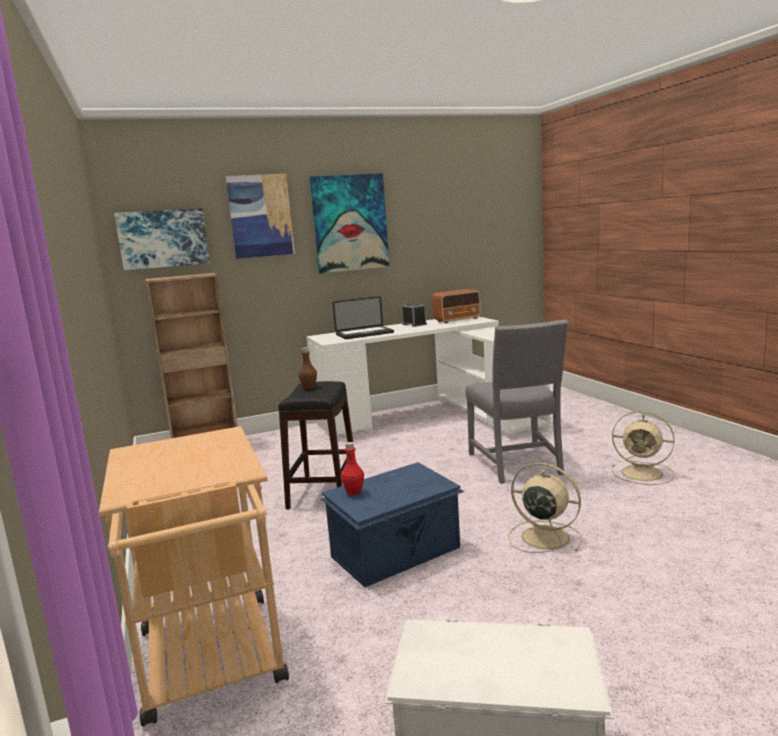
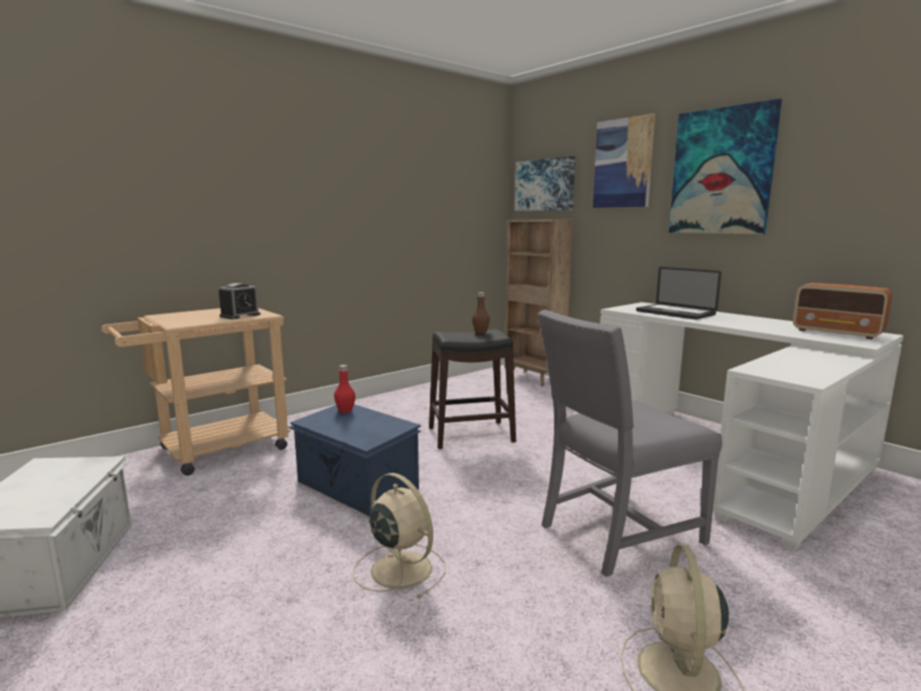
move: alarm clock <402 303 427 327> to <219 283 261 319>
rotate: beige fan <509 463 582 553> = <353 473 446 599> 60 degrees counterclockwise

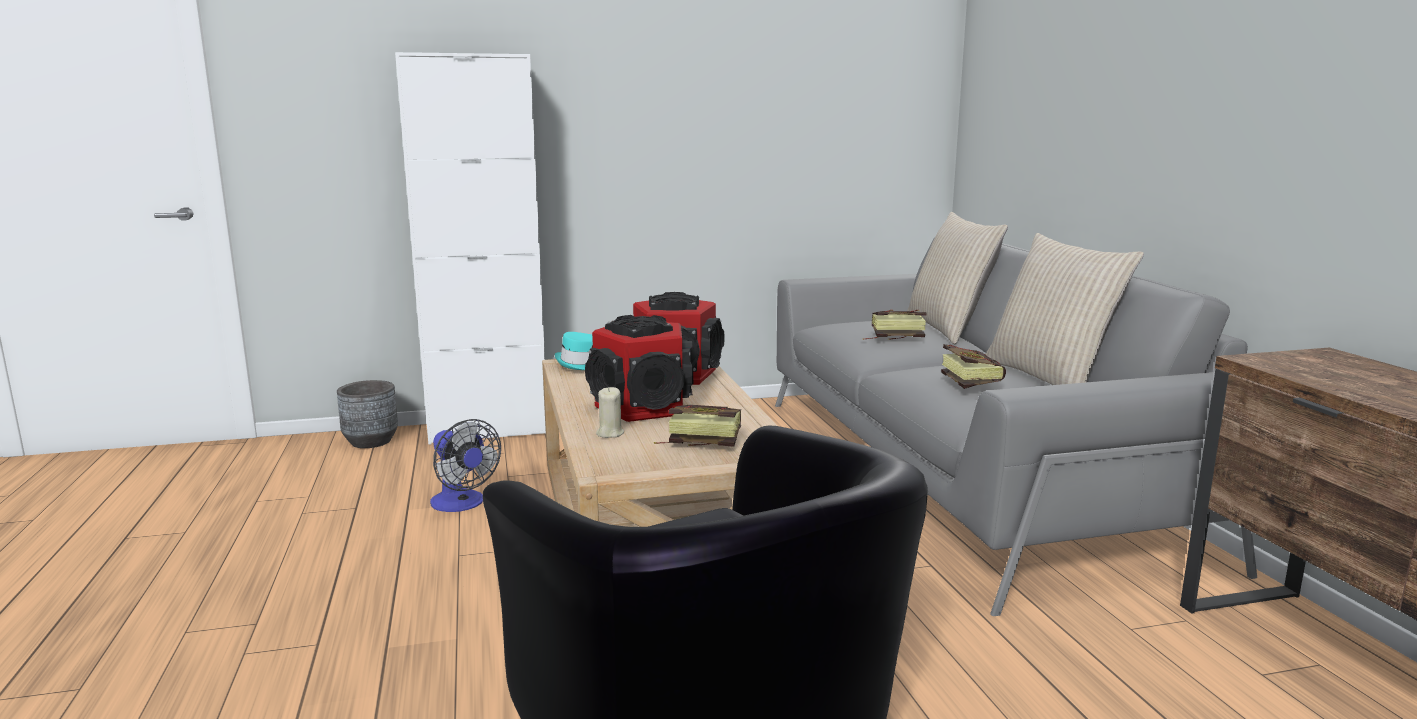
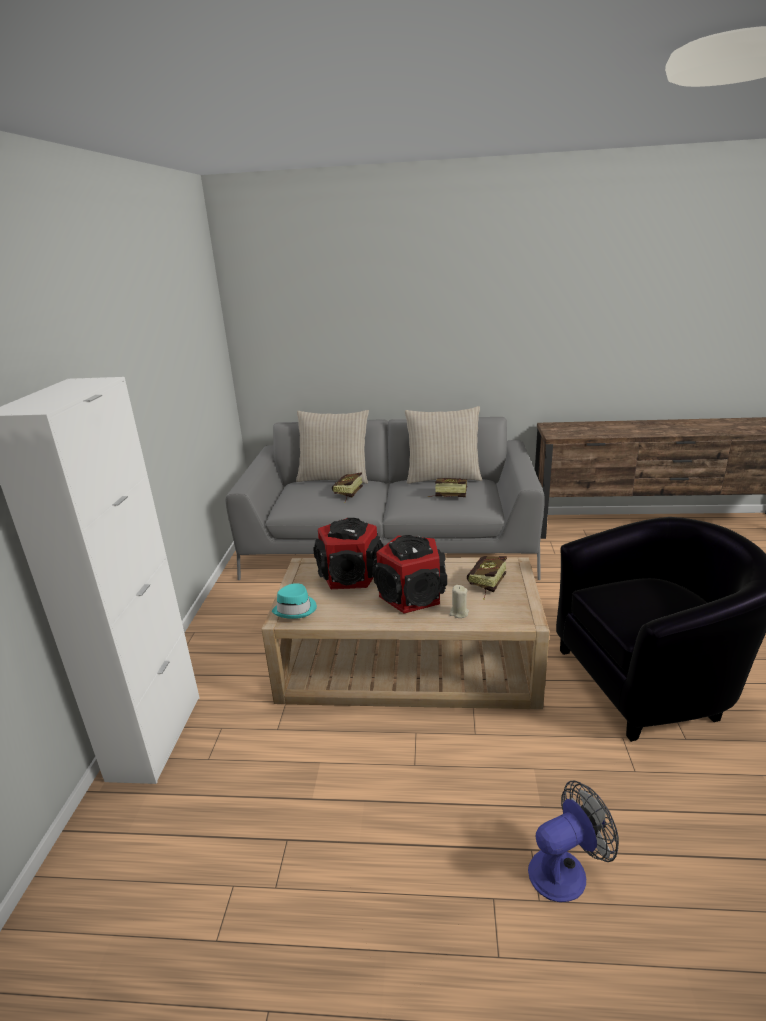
delete: grey planter <337 380 398 448>
move: fan <430 419 501 512> to <528 780 619 902>

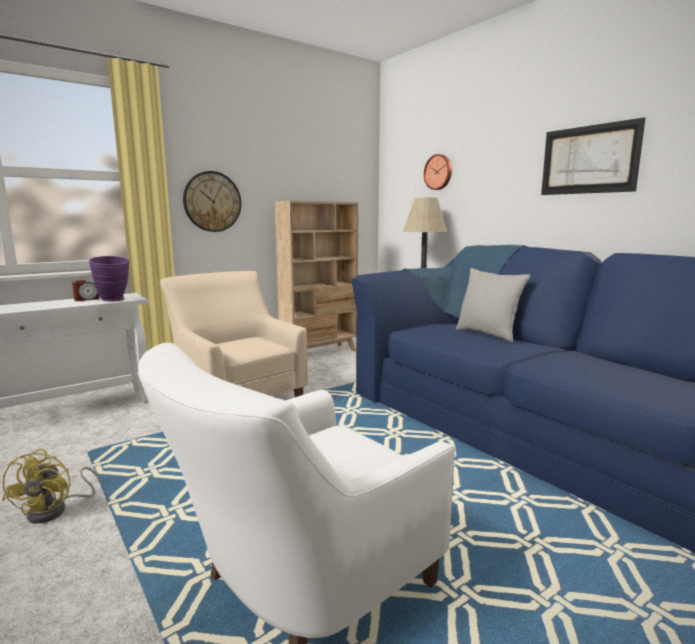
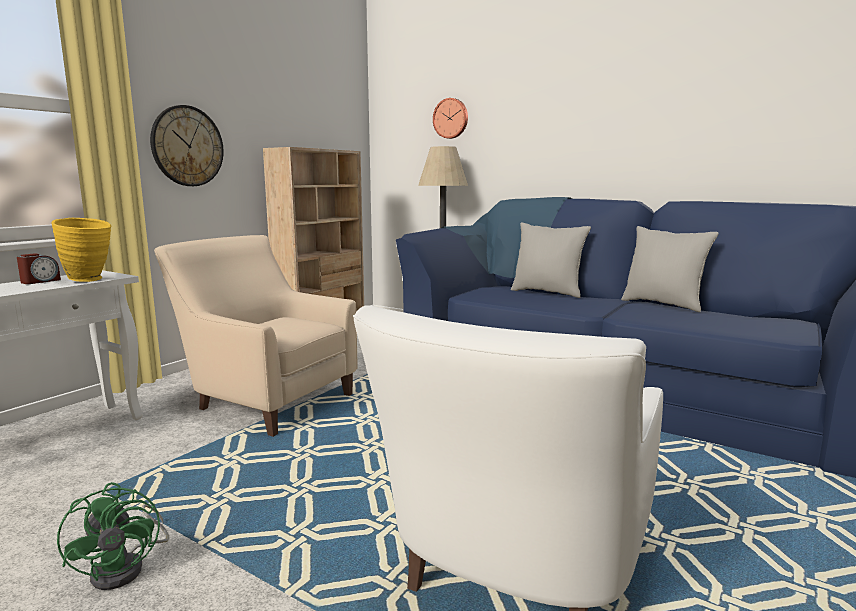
delete: picture <541 117 645 195>
insert: grey pillow <621 226 719 312>
recolor: purple vase <89 256 129 302> to yellow vase <51 218 111 282>; yellow fan <2 449 100 523> to green fan <57 482 169 590>

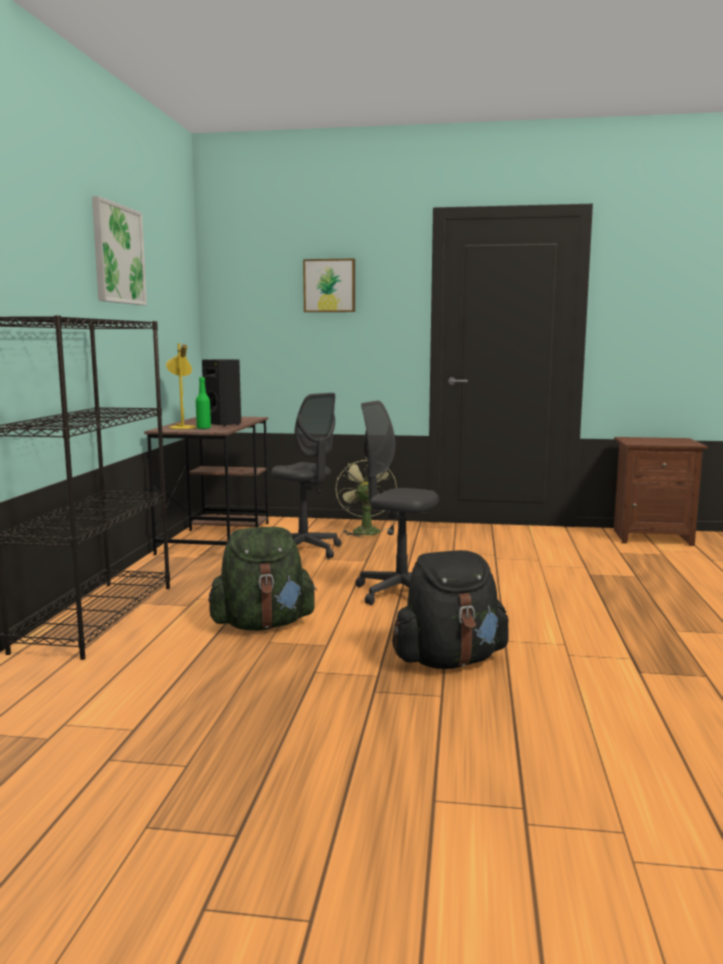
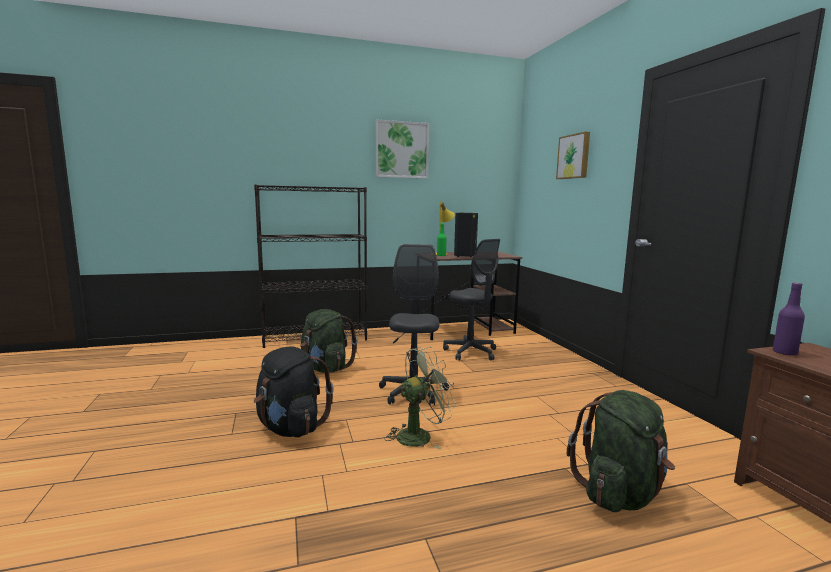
insert: green backpack <567 390 675 512>; purple bottle <773 283 805 356>
move: green fan <336 457 397 538> to <384 347 457 449>
rotate: grey office chair <272 393 341 559> = <443 239 500 361> 60 degrees counterclockwise

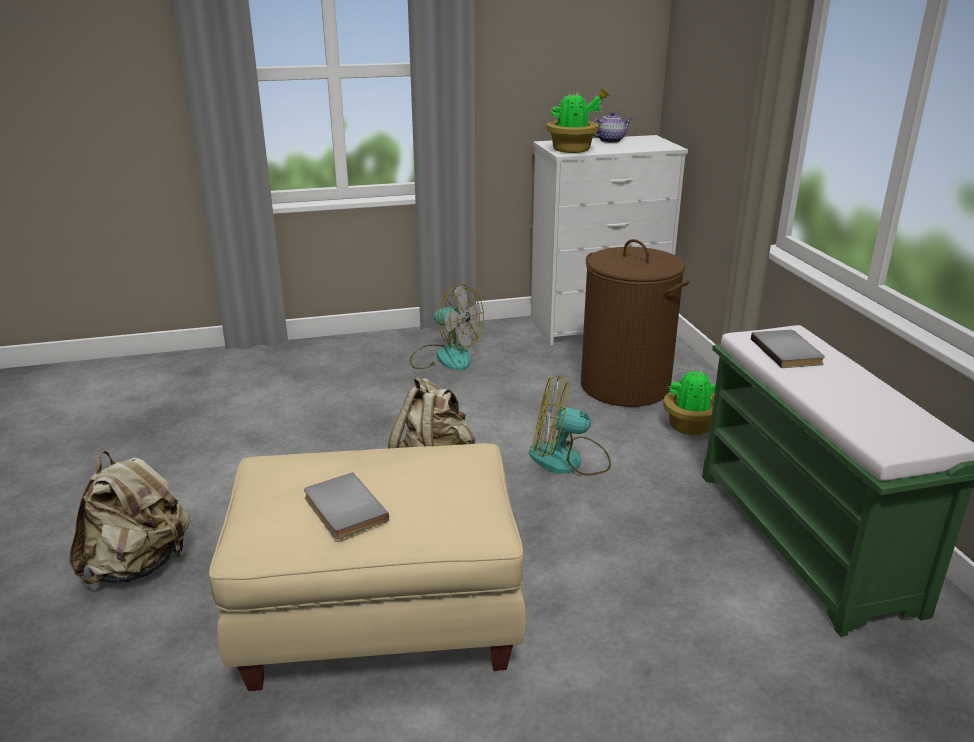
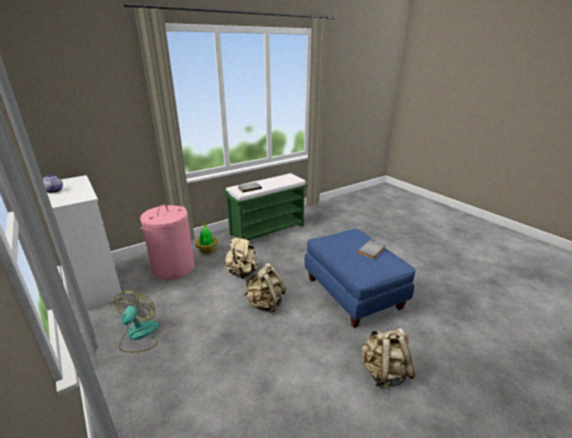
delete: potted plant <546 89 610 153>
replace: fan <529 375 611 476> to beige backpack <225 234 258 278>
recolor: brown laundry basket <581 239 689 407> to pink laundry basket <140 205 194 280>; beige ottoman <209 443 526 691> to blue ottoman <304 229 416 328>

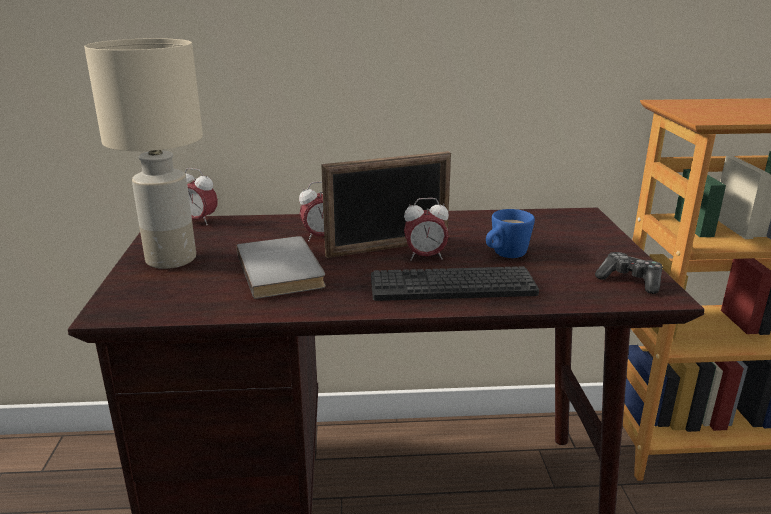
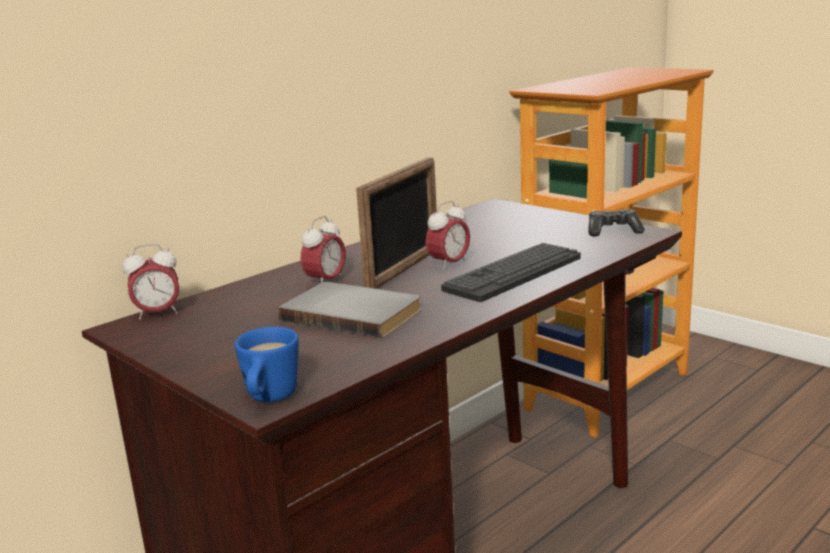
delete: beige table lamp <84 38 203 269>
move: blue mug <486 209 535 258> to <234 327 299 402>

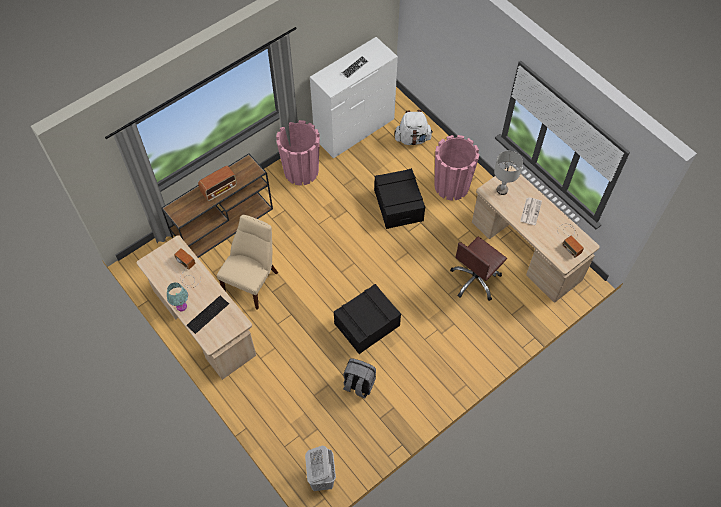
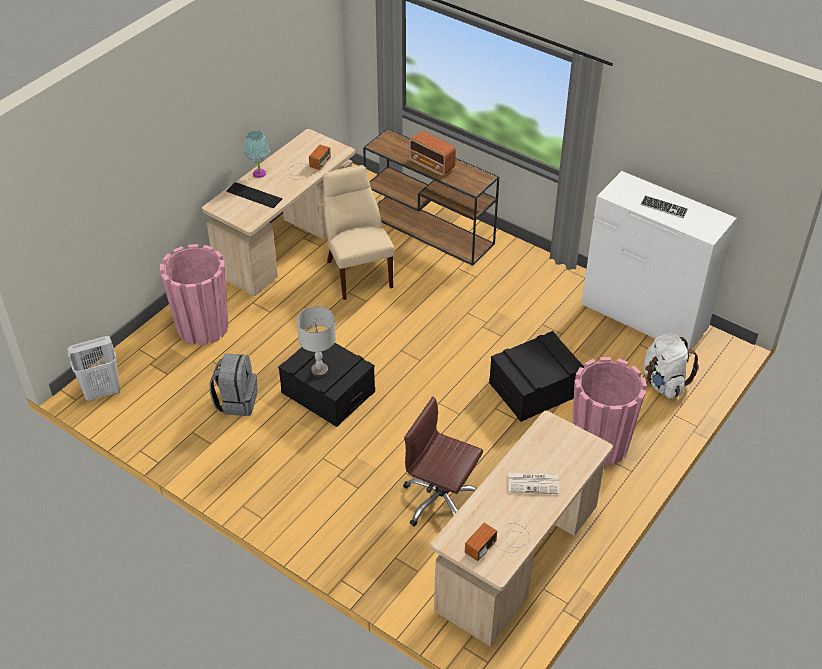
move: pink planter <276 120 320 186> to <160 244 228 345>; grey table lamp <494 151 523 195> to <297 306 336 377>
rotate: beige chair <217 215 278 310> = <323 165 395 300> 120 degrees counterclockwise

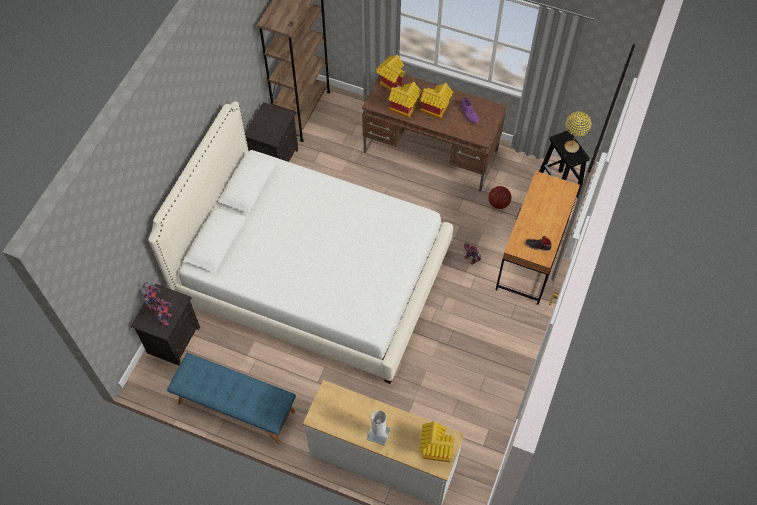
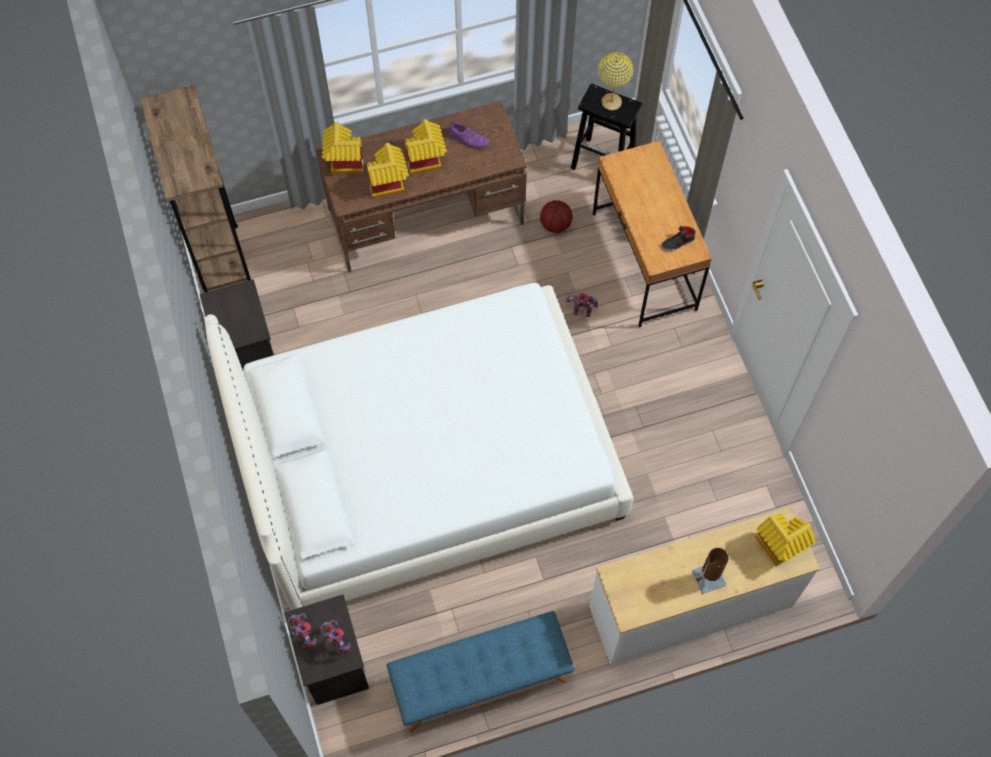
recolor: white table lamp <367 410 391 446> to brown table lamp <692 548 729 594>

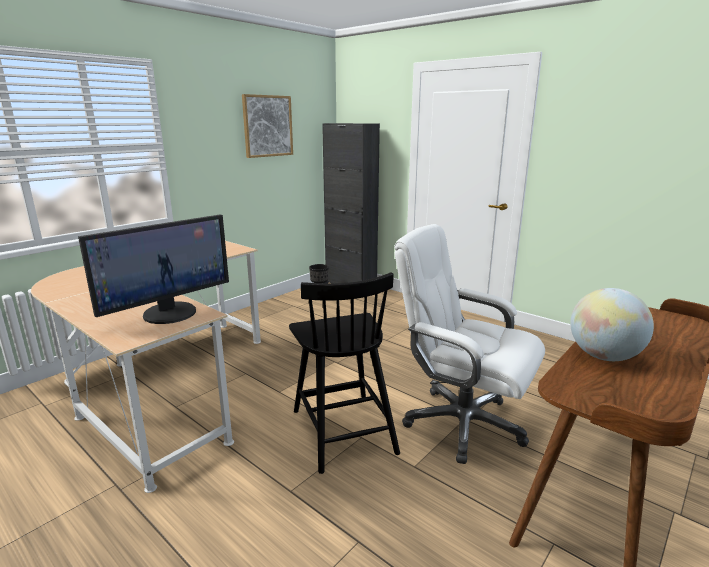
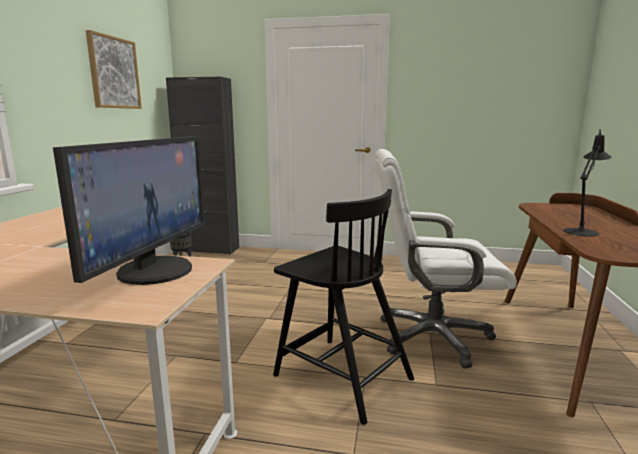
replace: globe <570 288 654 361> to black table lamp <563 129 612 237>

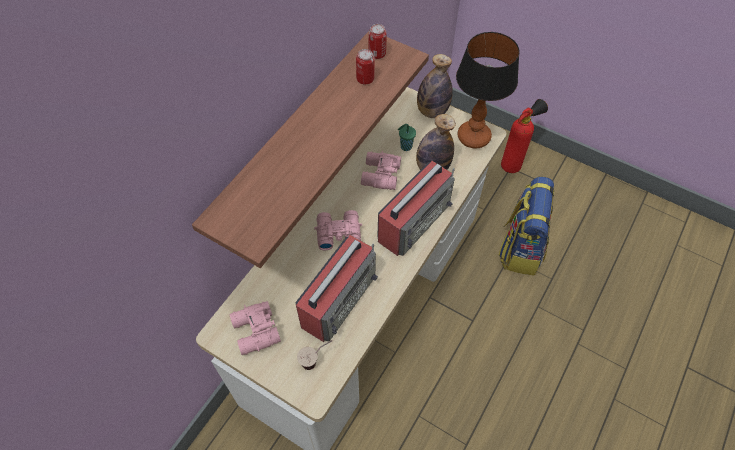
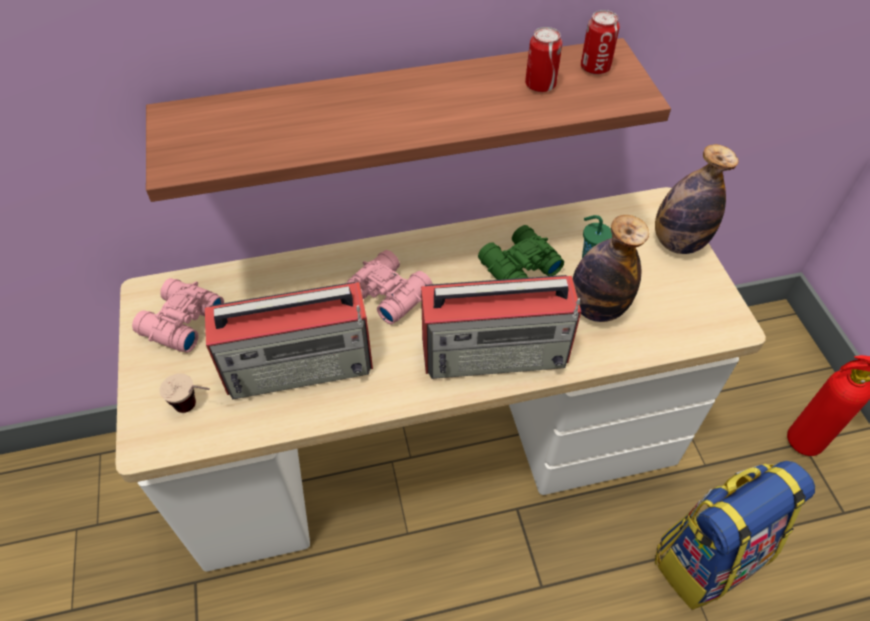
delete: table lamp <456 32 520 148>
recolor: pink binoculars <361 151 401 190> to green binoculars <478 225 564 280>

